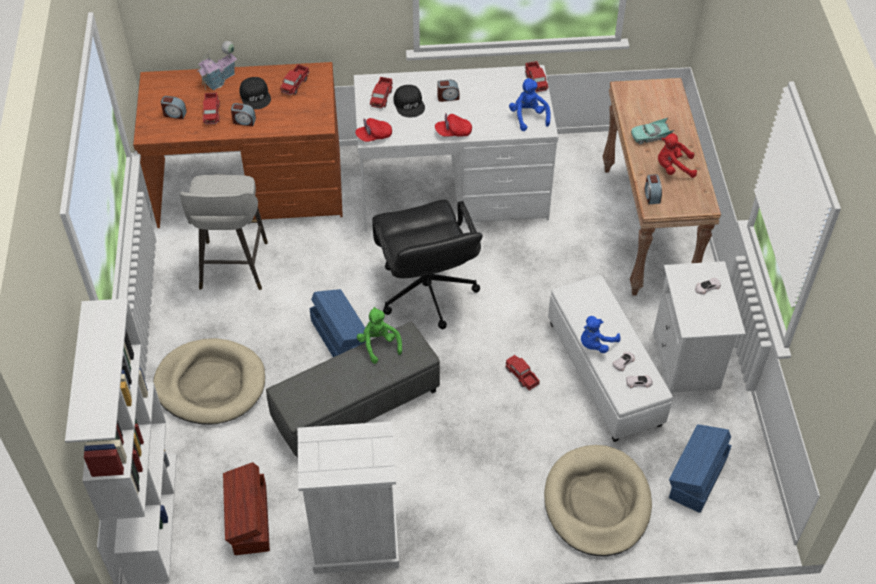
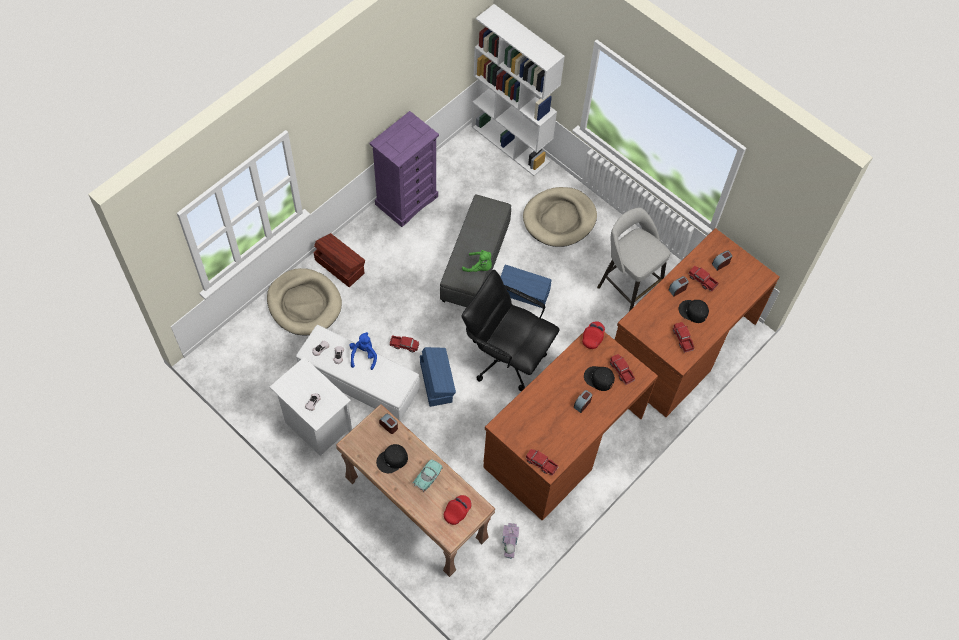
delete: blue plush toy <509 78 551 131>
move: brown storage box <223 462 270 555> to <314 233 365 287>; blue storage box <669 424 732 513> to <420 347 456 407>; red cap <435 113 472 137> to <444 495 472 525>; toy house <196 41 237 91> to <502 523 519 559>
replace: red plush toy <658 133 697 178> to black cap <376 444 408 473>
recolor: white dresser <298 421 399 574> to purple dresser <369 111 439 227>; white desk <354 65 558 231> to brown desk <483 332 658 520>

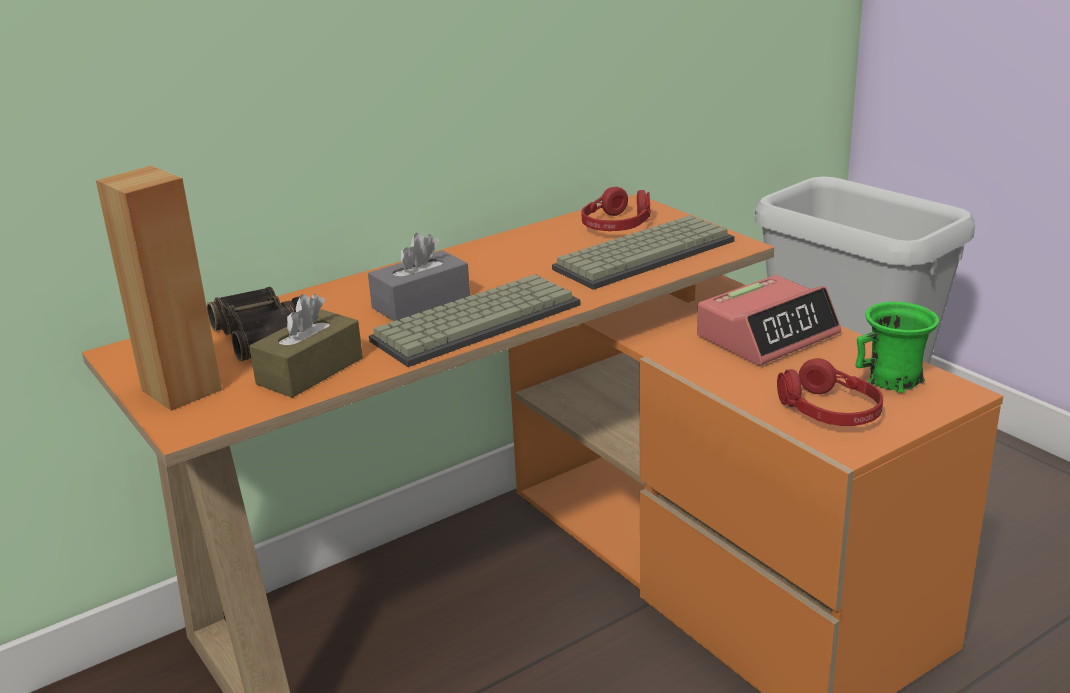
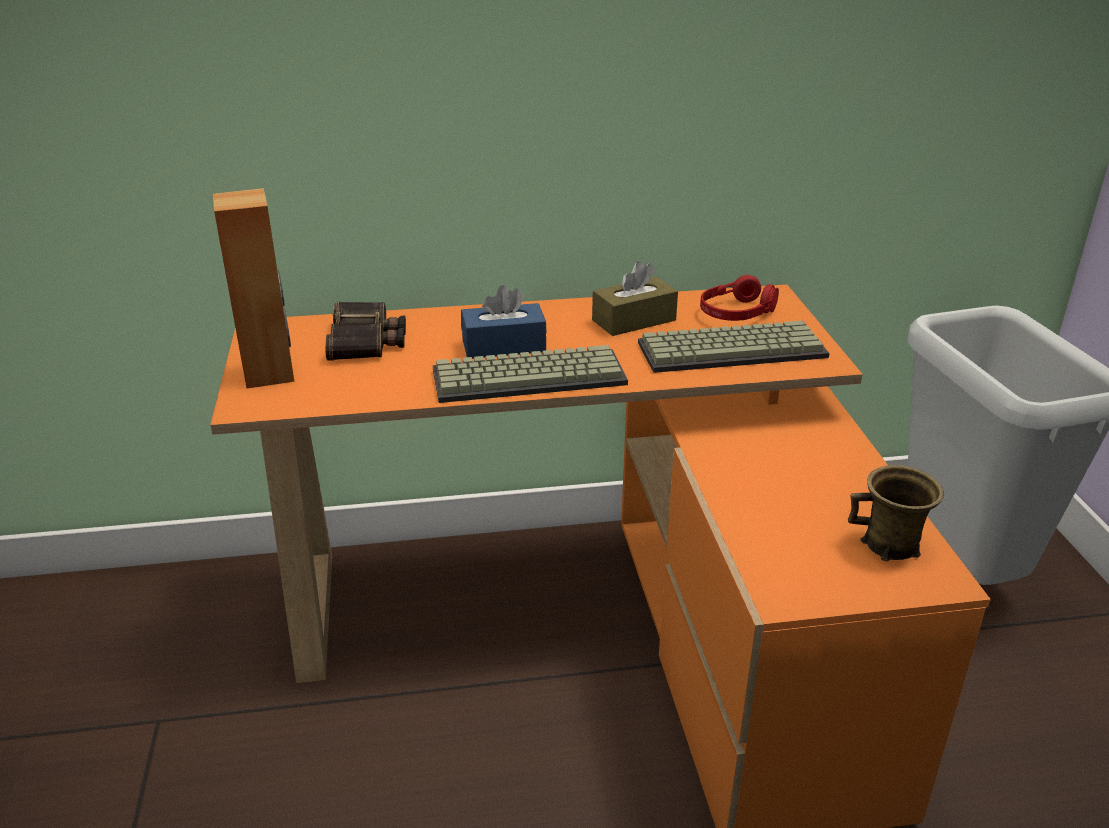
delete: alarm clock <697 275 841 365>; red headphones <777 358 883 426>
move: brown tissue box <249 294 363 398> to <592 261 678 336>
recolor: grey tissue box <368 233 470 322> to blue tissue box <461 285 547 359>; green mug <855 302 939 393> to brown mug <848 465 944 561>

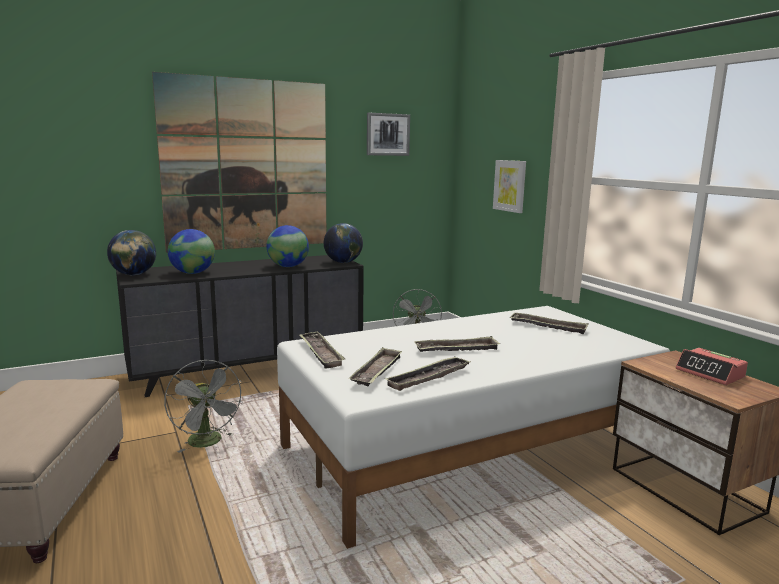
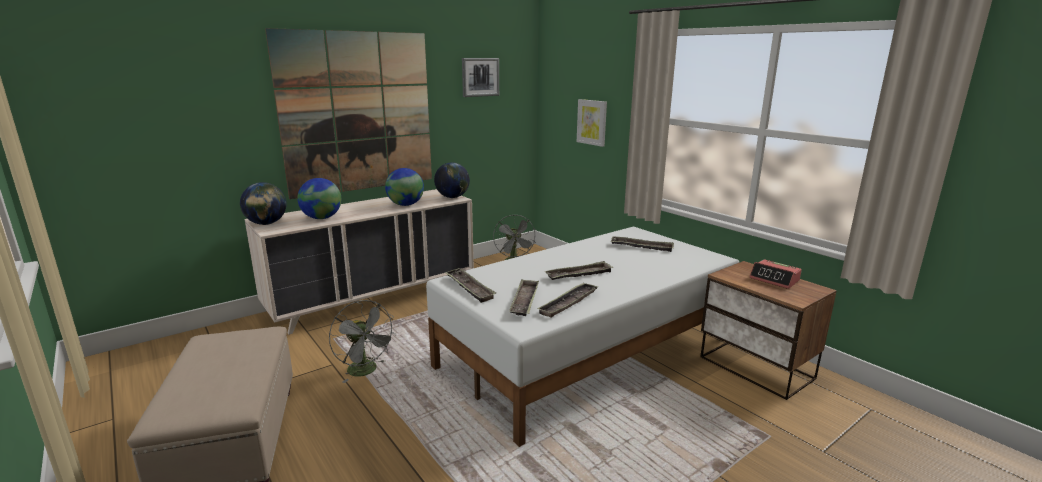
recolor: black dresser <116 255 364 397> to beige dresser <244 189 474 335>

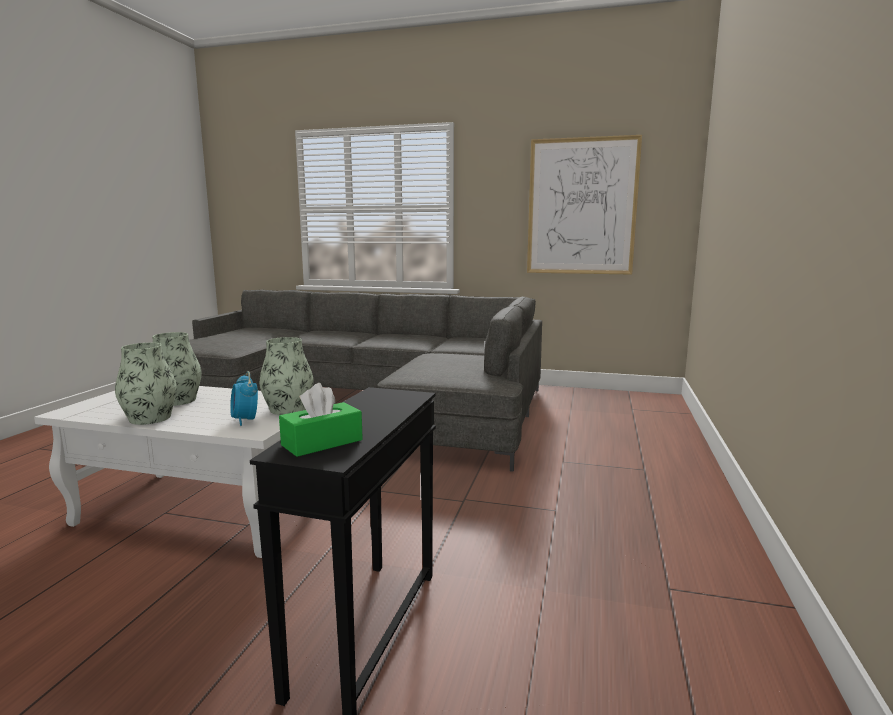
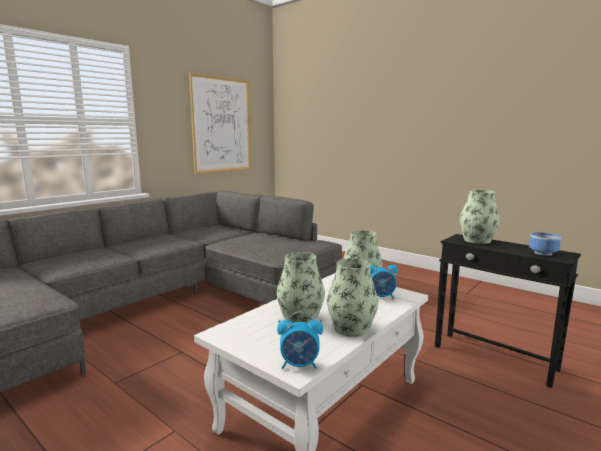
insert: alarm clock <277 312 323 369>; vase <460 190 500 244>
replace: green tissue box <279 383 363 457> to bowl <529 232 561 256>

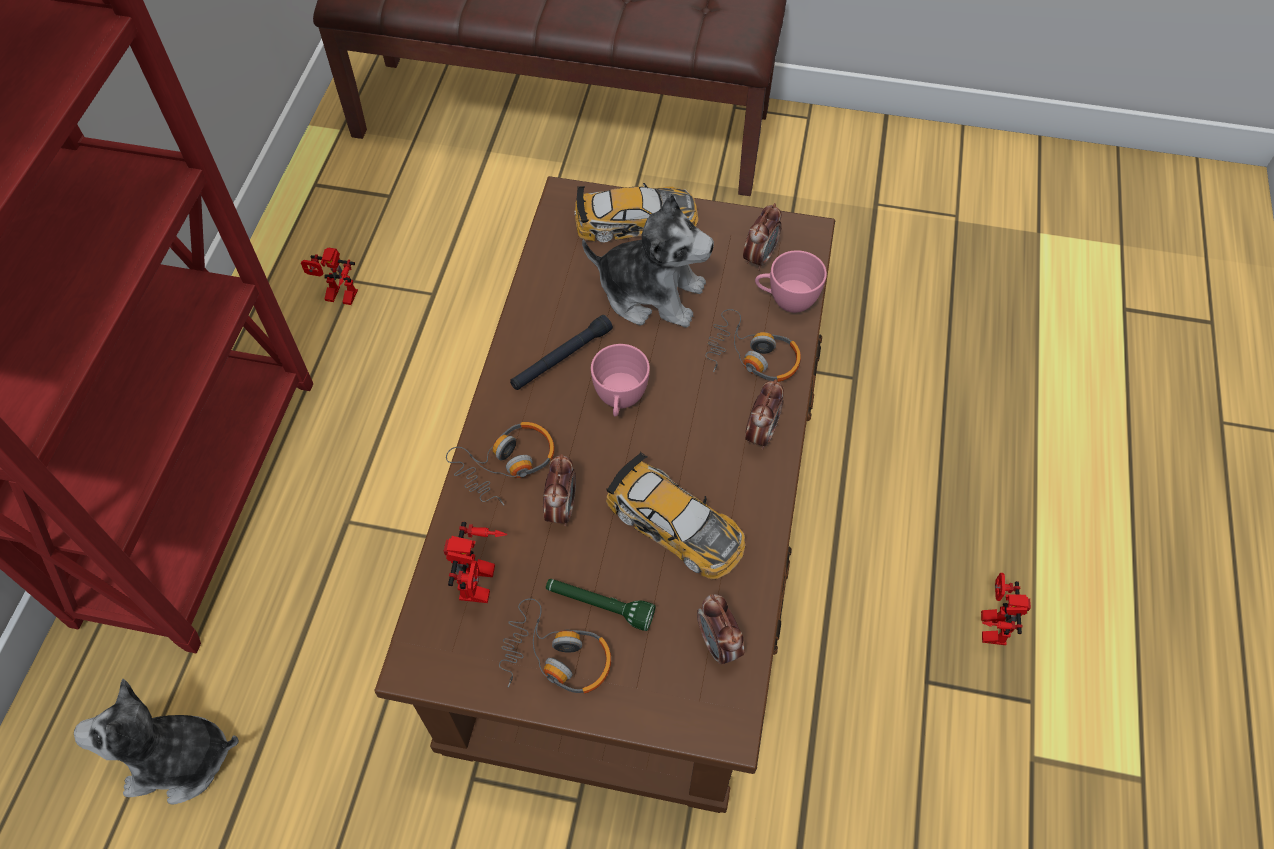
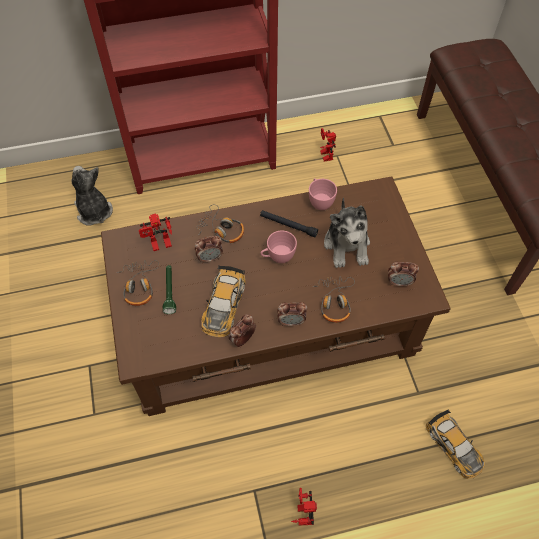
move: alarm clock <697 594 744 664> to <229 314 256 347>; pink cup <755 250 827 313> to <309 178 337 210>; toy car <575 183 699 242> to <426 410 485 479>
rotate: toy robot <981 573 1031 645> = <291 488 317 526> 75 degrees counterclockwise

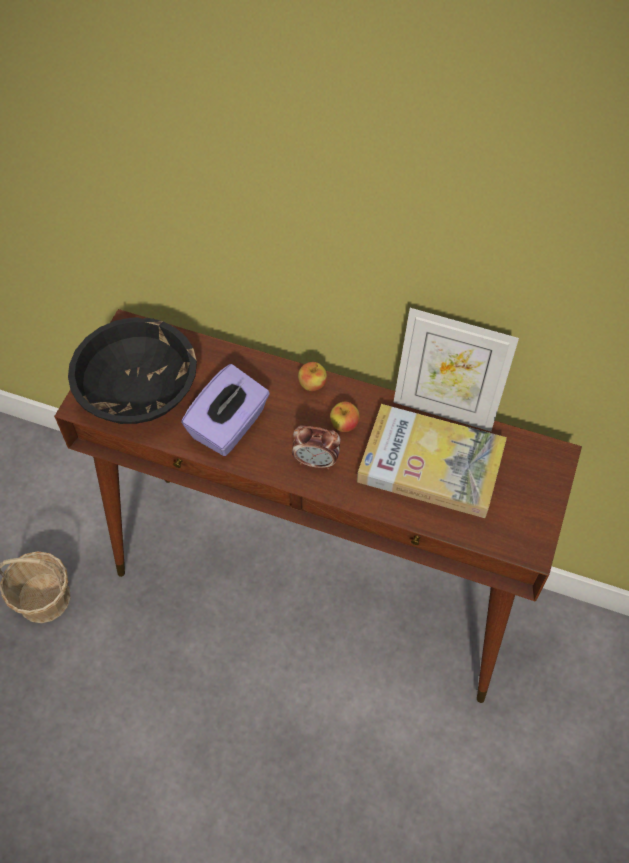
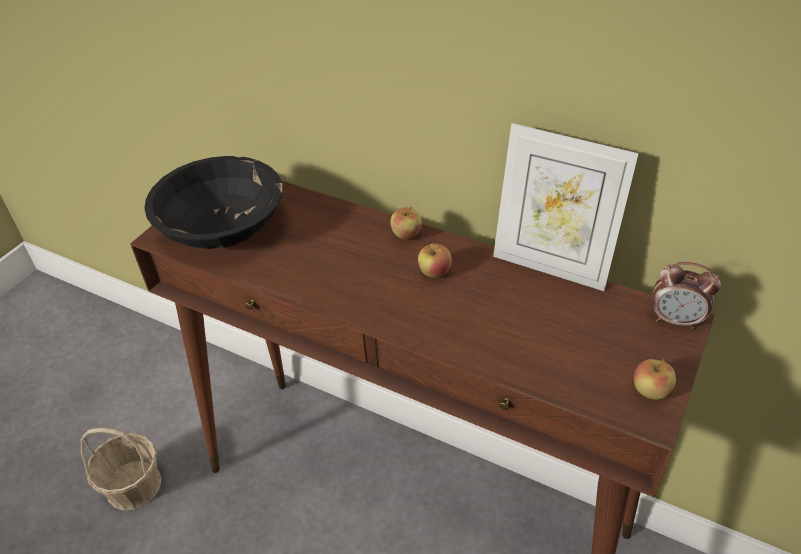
delete: purple tissue box <181 364 270 456>; book <357 404 507 518>
insert: apple <634 358 676 400>
move: alarm clock <292 425 341 469> to <653 262 721 329>

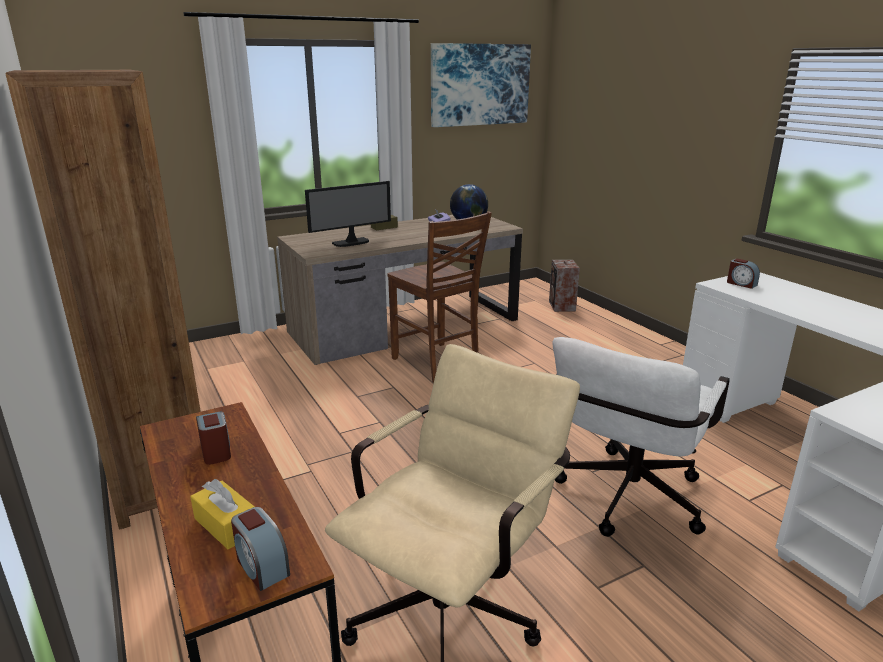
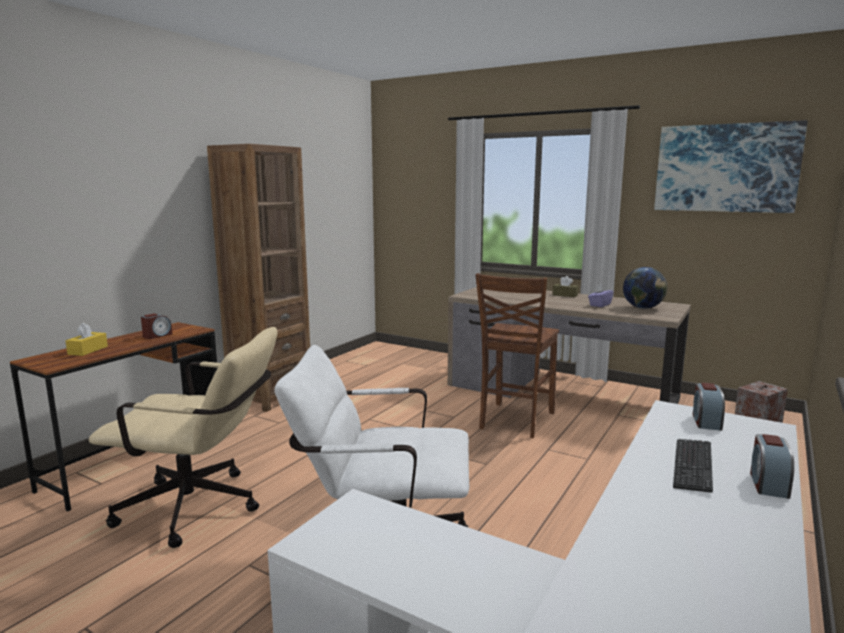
delete: monitor <305 181 391 247>
insert: keyboard <673 439 713 493>
move: alarm clock <231 507 290 591> to <750 434 794 499>

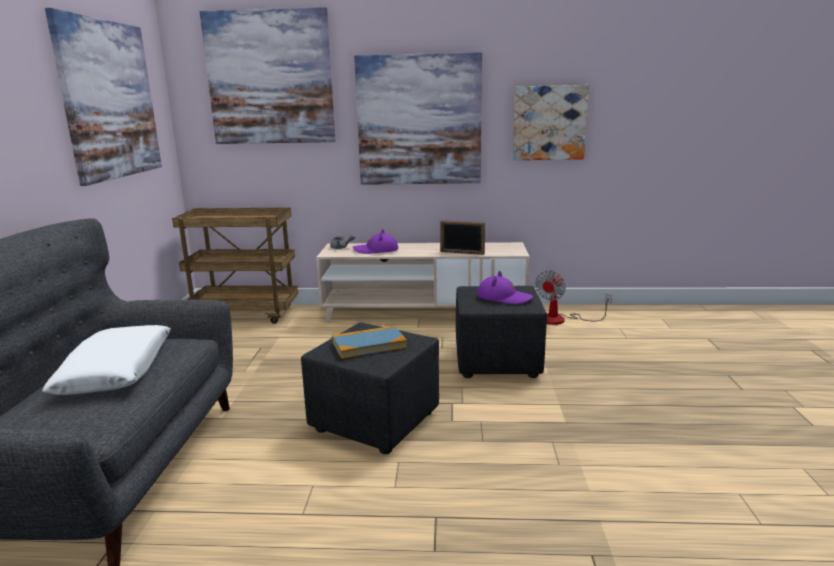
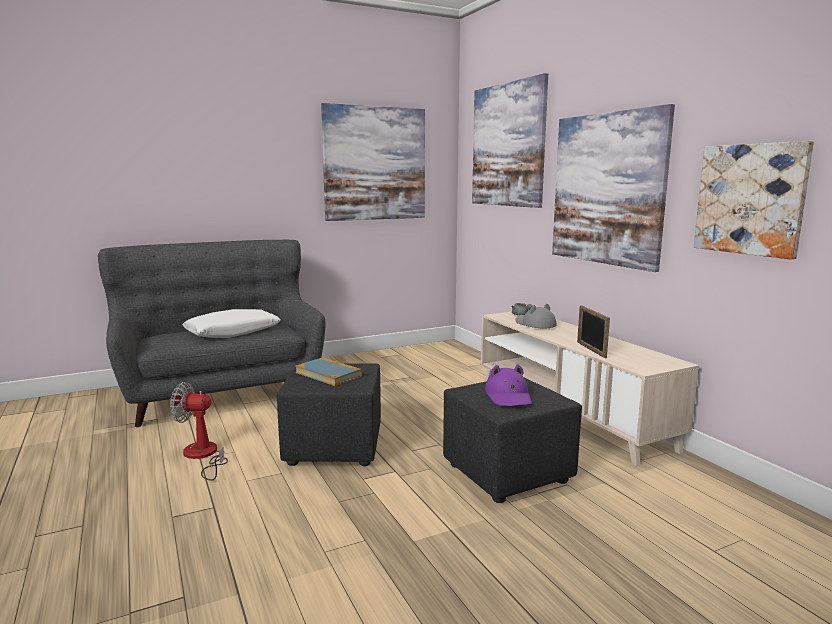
delete: brown cart <172 207 298 324>
move: fan <535 270 612 325> to <170 382 228 481>
recolor: purple hat <353 229 398 254> to grey hat <515 304 557 328>

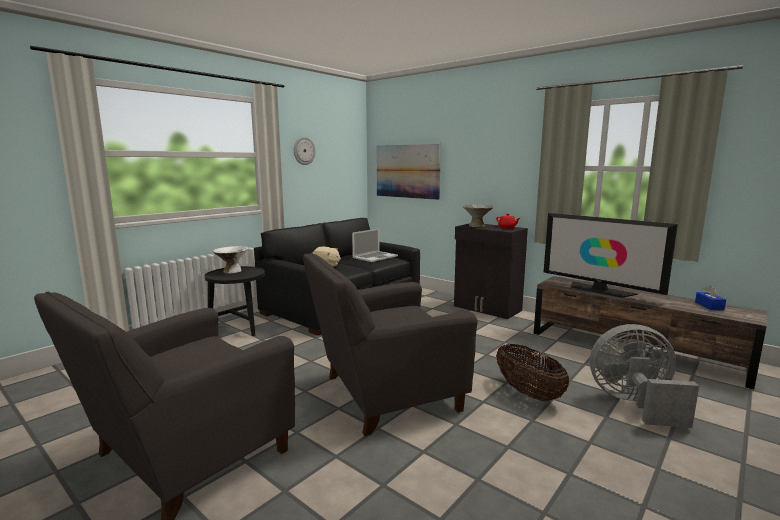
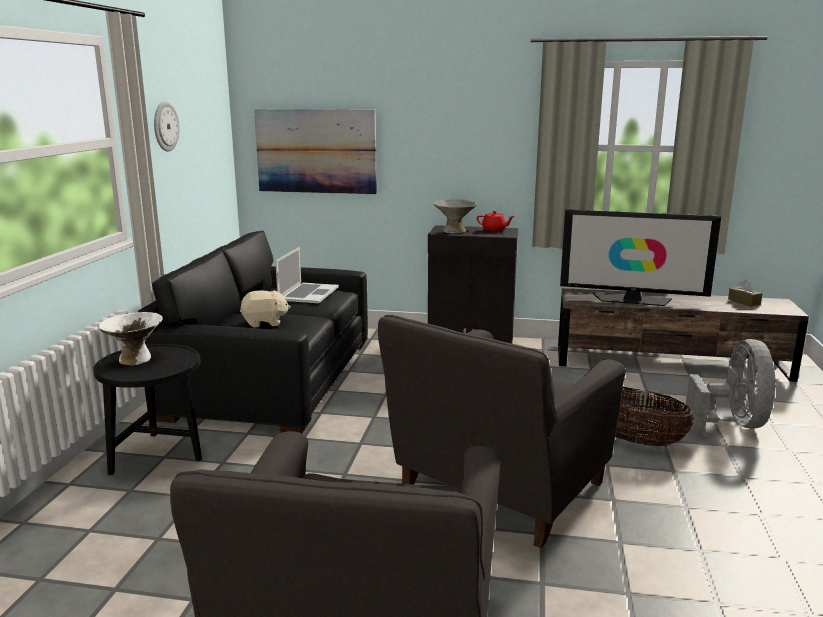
recolor: blue tissue box <695 285 726 310> to brown tissue box <728 280 762 307>
rotate: grey fan <590 324 699 428> = <686 339 776 436> 120 degrees clockwise

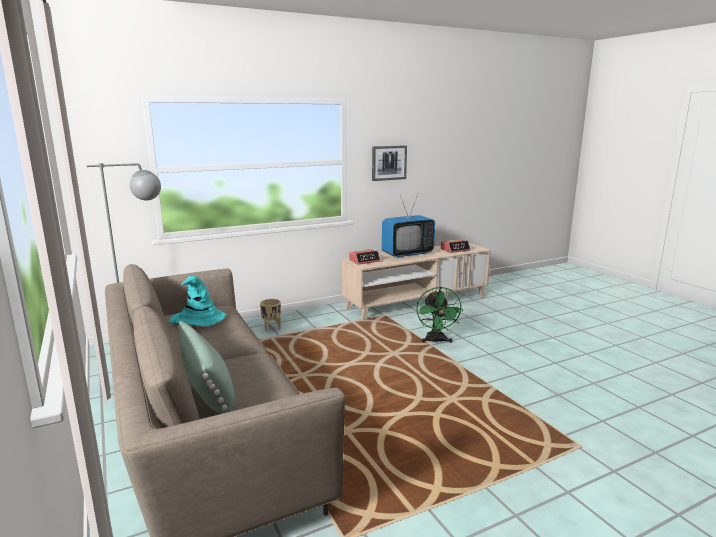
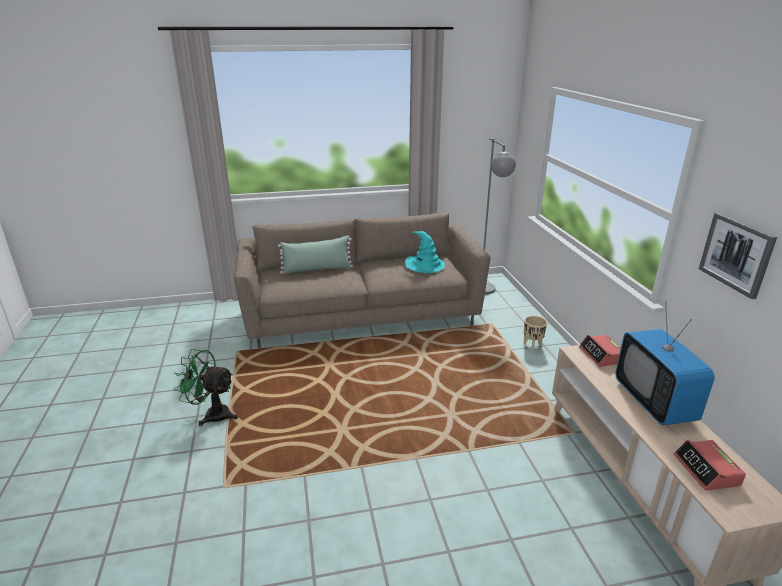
move: green fan <416 287 463 344> to <174 349 238 426>

